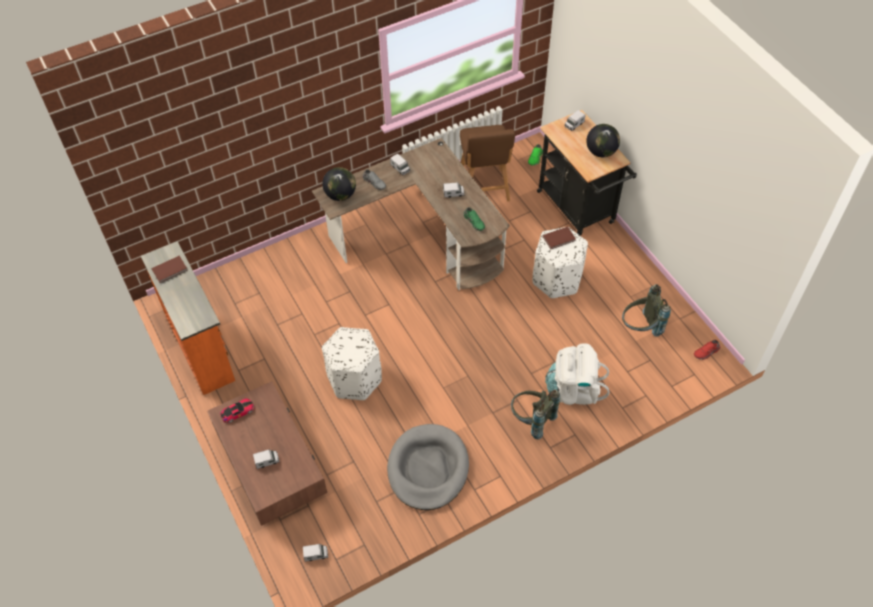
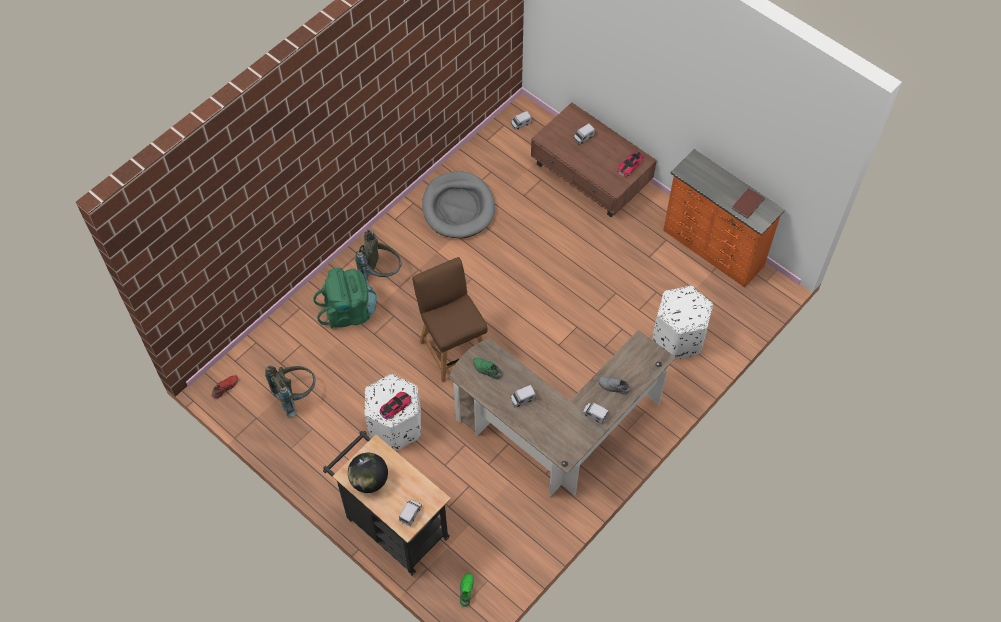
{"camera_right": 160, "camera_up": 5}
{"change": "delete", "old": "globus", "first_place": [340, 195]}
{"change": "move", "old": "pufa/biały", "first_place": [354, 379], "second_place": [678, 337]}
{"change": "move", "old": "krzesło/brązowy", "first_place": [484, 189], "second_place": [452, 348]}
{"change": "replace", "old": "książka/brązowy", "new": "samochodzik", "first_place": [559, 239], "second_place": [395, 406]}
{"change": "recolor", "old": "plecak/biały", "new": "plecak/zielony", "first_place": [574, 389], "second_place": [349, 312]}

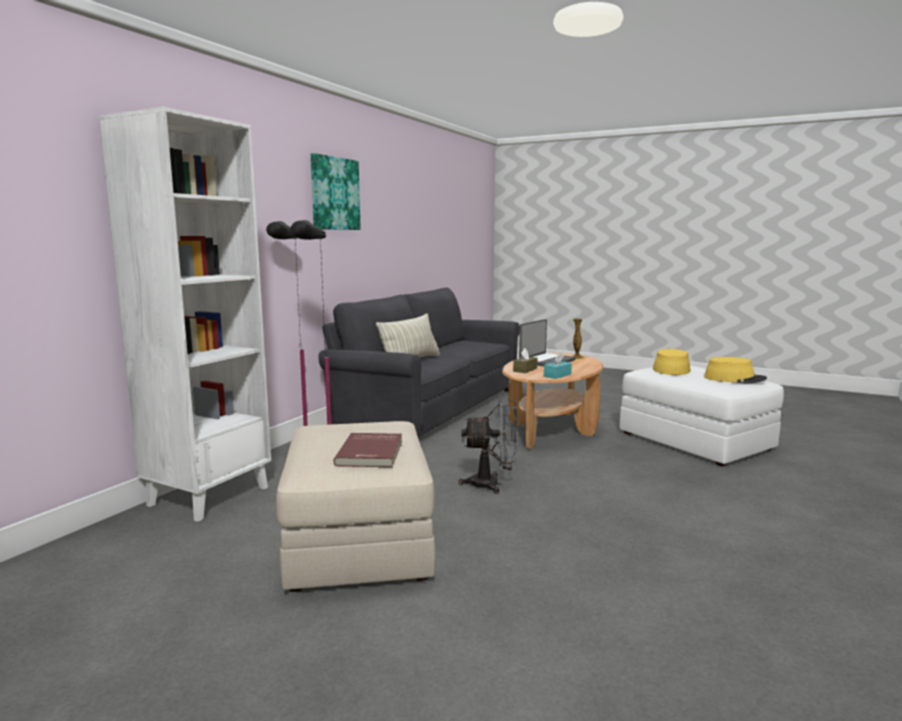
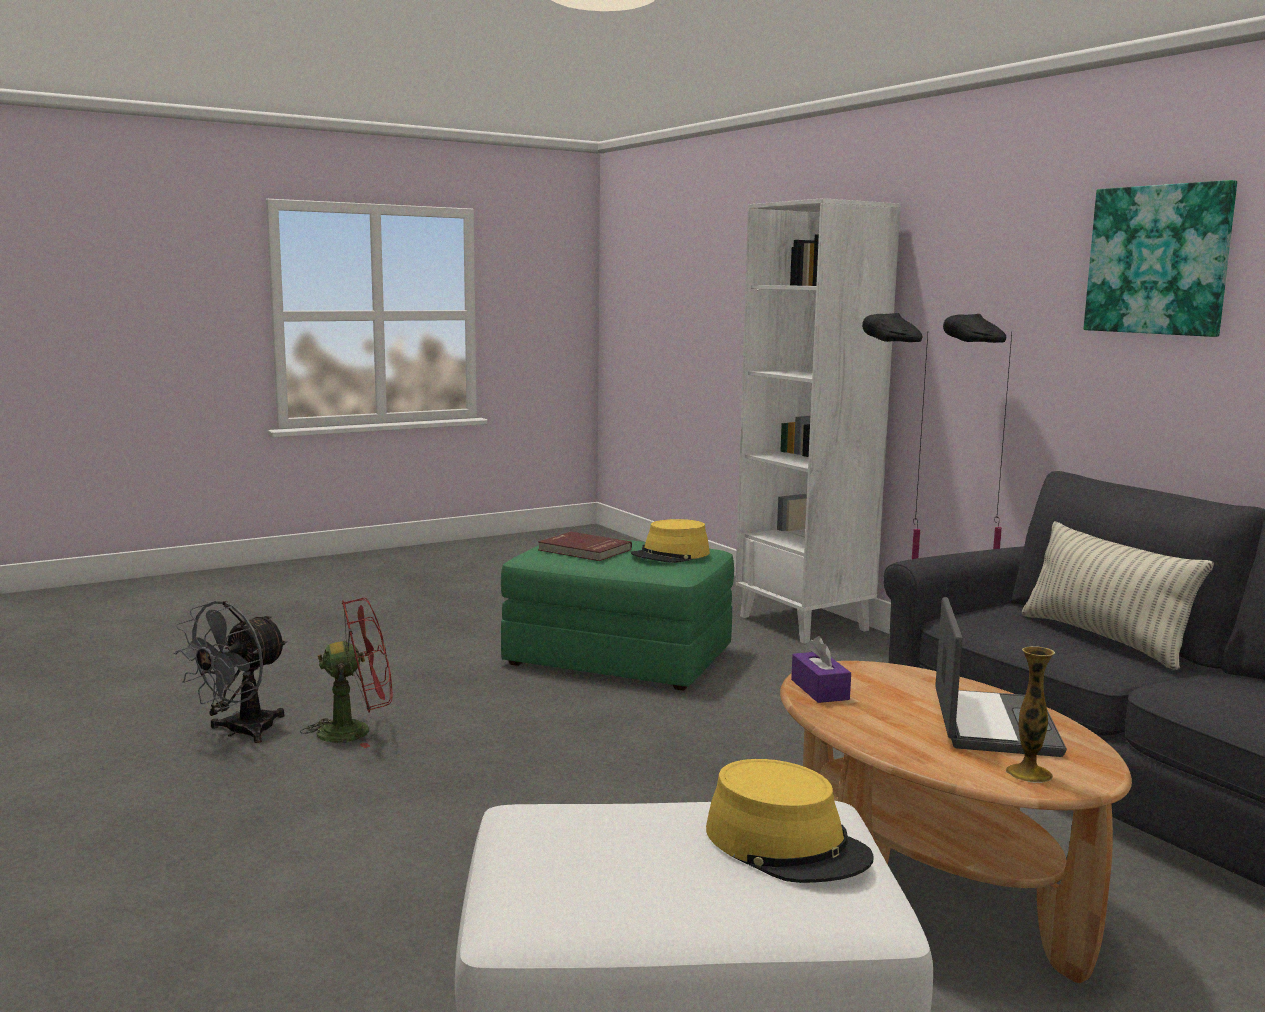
{"camera_right": 120, "camera_up": 0}
{"change": "delete", "old": "pudełko chusteczek/brązowy", "first_place": [525, 370]}
{"change": "insert", "new": "wentylator/czerwony", "second_place": [356, 731]}
{"change": "move", "old": "wentylator/szary", "first_place": [492, 484], "second_place": [240, 732]}
{"change": "move", "old": "kapelusz/żółty", "first_place": [734, 379], "second_place": [671, 555]}
{"change": "recolor", "old": "pufa/beżowy", "new": "pufa/zielony", "first_place": [358, 540], "second_place": [620, 657]}
{"change": "recolor", "old": "pudełko chusteczek/turkusowy", "new": "pudełko chusteczek/fioletowy", "first_place": [557, 375], "second_place": [819, 689]}
{"change": "rotate", "old": "laptop", "first_place": [546, 361], "second_place": [992, 724], "degrees": -150}

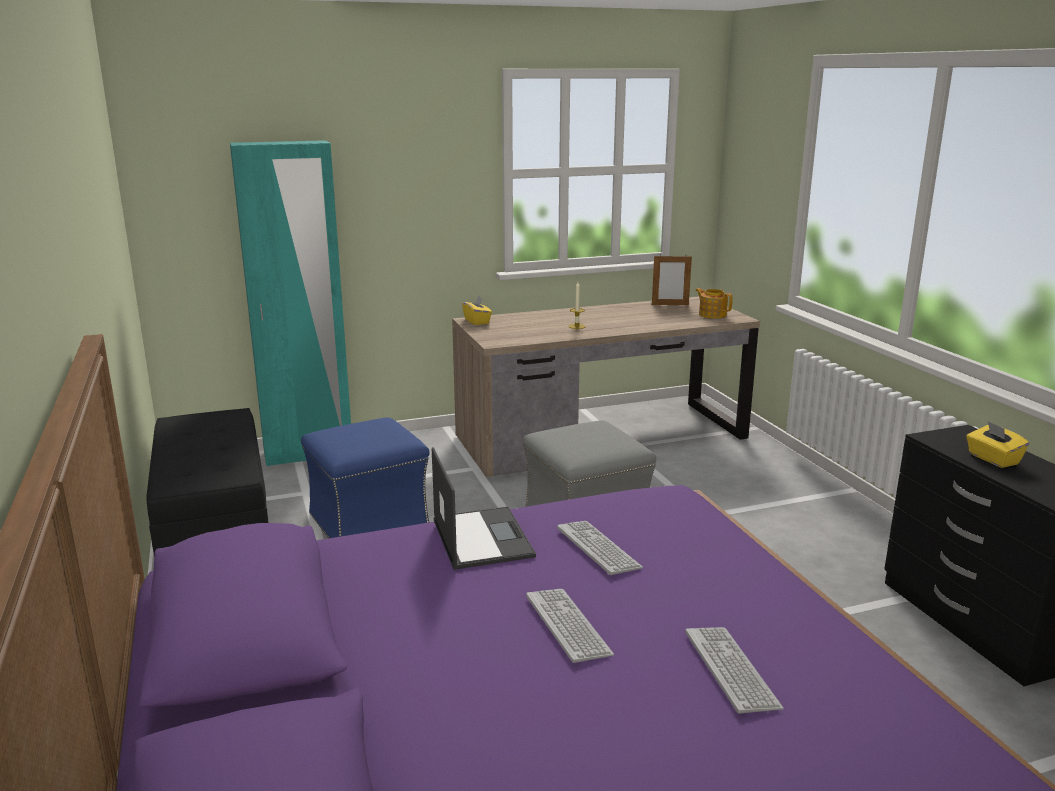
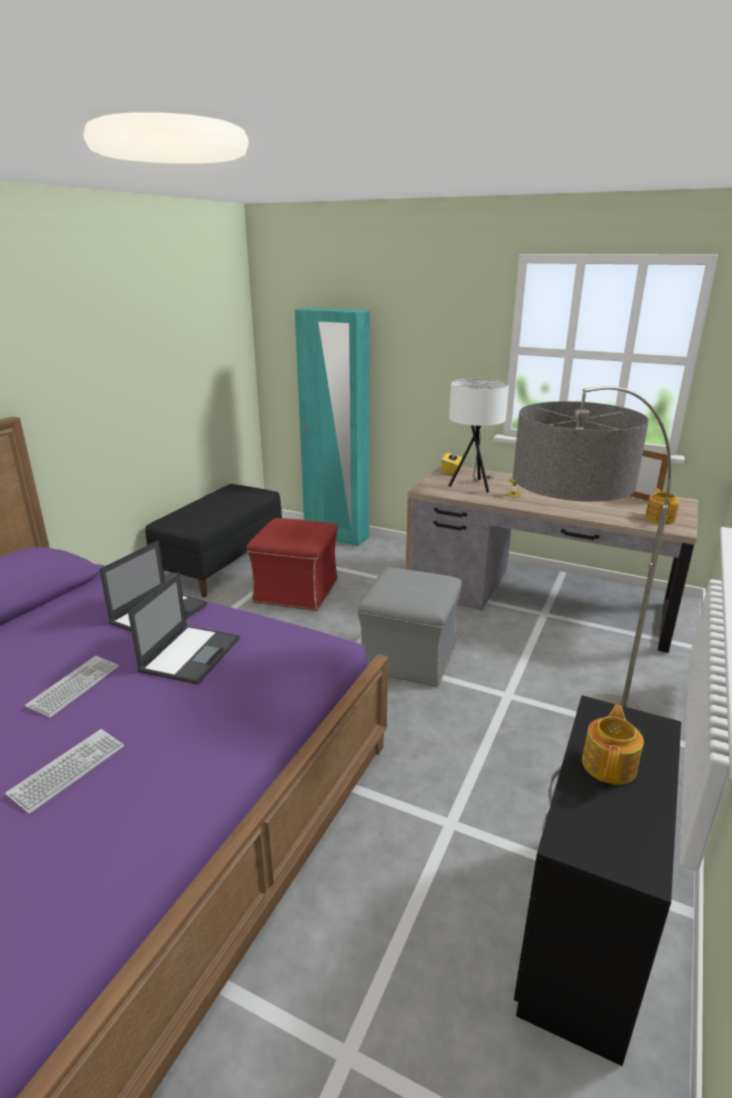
{"camera_right": 45, "camera_up": 5}
{"change": "insert", "new": "lampa stołowa/biały", "second_place": [473, 486]}
{"change": "insert", "new": "lampa stojąca", "second_place": [560, 744]}
{"change": "replace", "old": "klawiatura", "new": "laptop", "first_place": [598, 548], "second_place": [191, 654]}
{"change": "replace", "old": "pudełko chusteczek/żółty", "new": "imbryk", "first_place": [992, 459], "second_place": [609, 764]}
{"change": "recolor", "old": "pufa/niebieski", "new": "pufa/czerwony", "first_place": [370, 521], "second_place": [297, 591]}

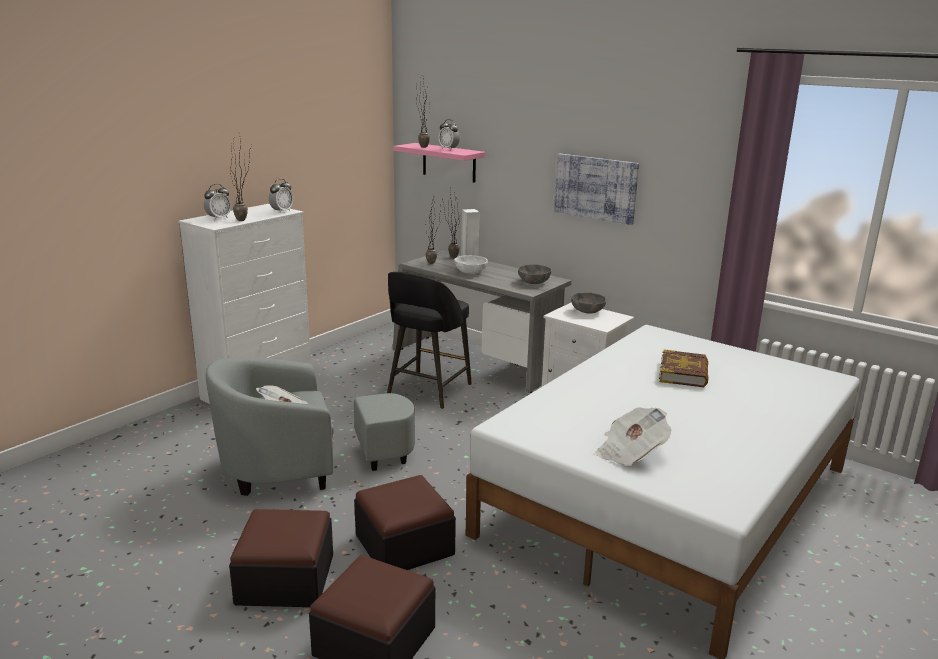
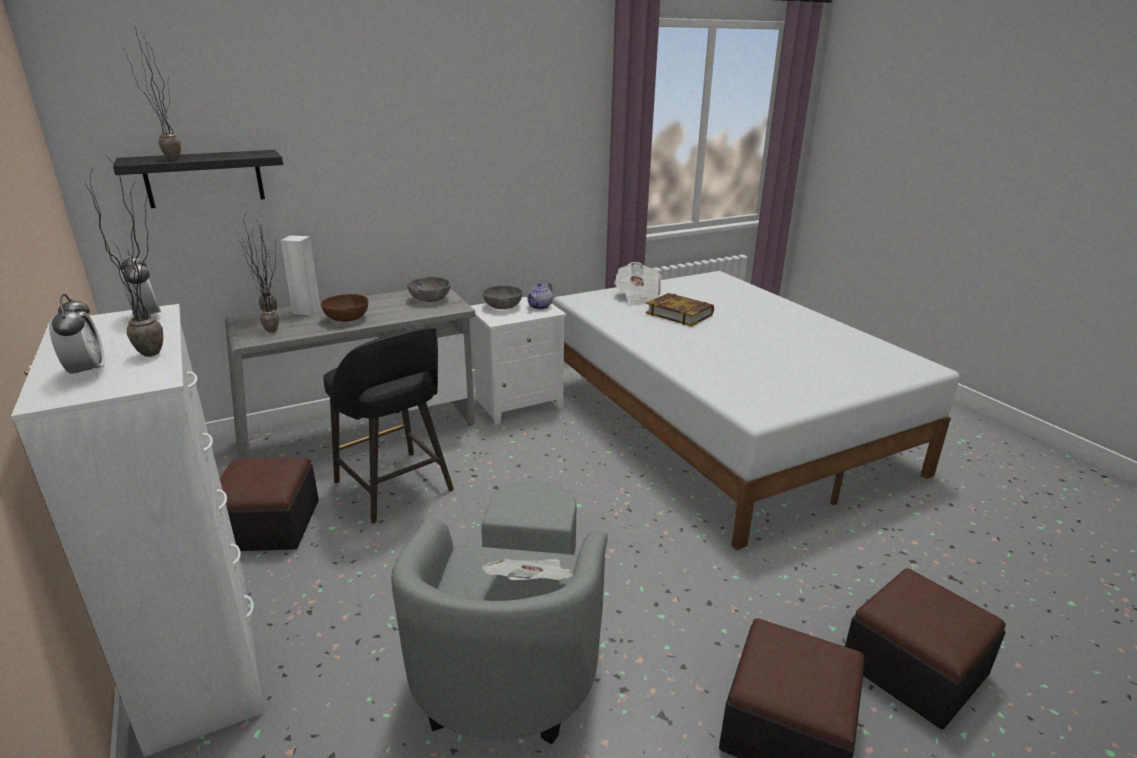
{"camera_right": -65, "camera_up": 5}
{"change": "delete", "old": "budzik", "first_place": [448, 149]}
{"change": "delete", "old": "obraz", "first_place": [595, 188]}
{"change": "insert", "new": "imbryk", "second_place": [540, 307]}
{"change": "move", "old": "pufa", "first_place": [404, 545], "second_place": [268, 525]}
{"change": "move", "old": "gazeta", "first_place": [630, 452], "second_place": [637, 297]}
{"change": "recolor", "old": "półka/różowy", "new": "półka/czarny", "first_place": [449, 162], "second_place": [204, 178]}
{"change": "recolor", "old": "miska/biały", "new": "miska/brązowy", "first_place": [470, 272], "second_place": [346, 319]}

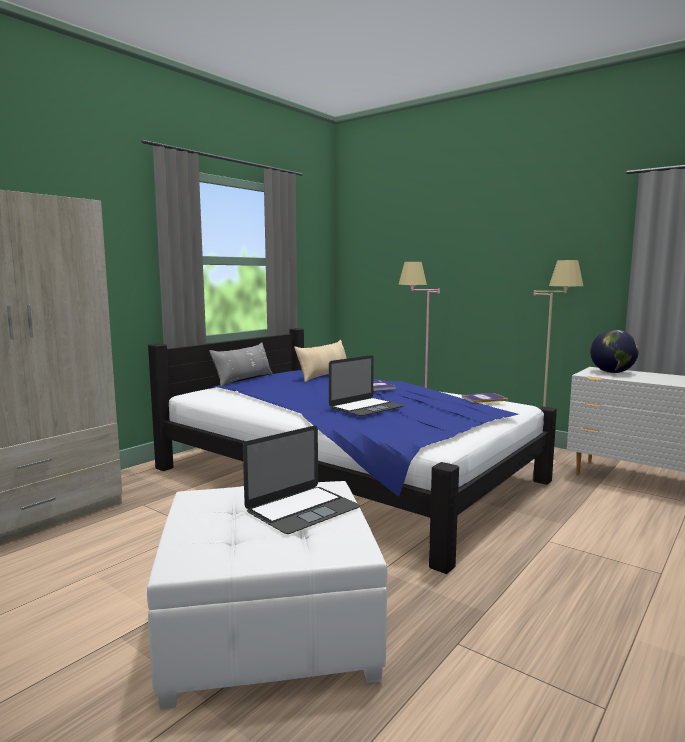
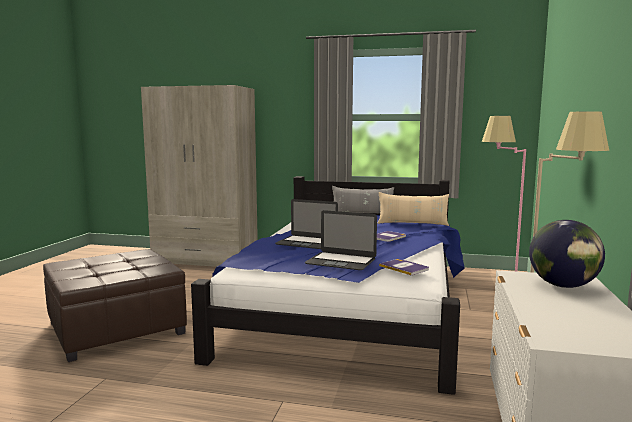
{"camera_right": 65, "camera_up": 0}
{"change": "move", "old": "laptop", "first_place": [302, 509], "second_place": [341, 261]}
{"change": "recolor", "old": "pufa/biały", "new": "pufa/brązowy", "first_place": [270, 628], "second_place": [115, 328]}

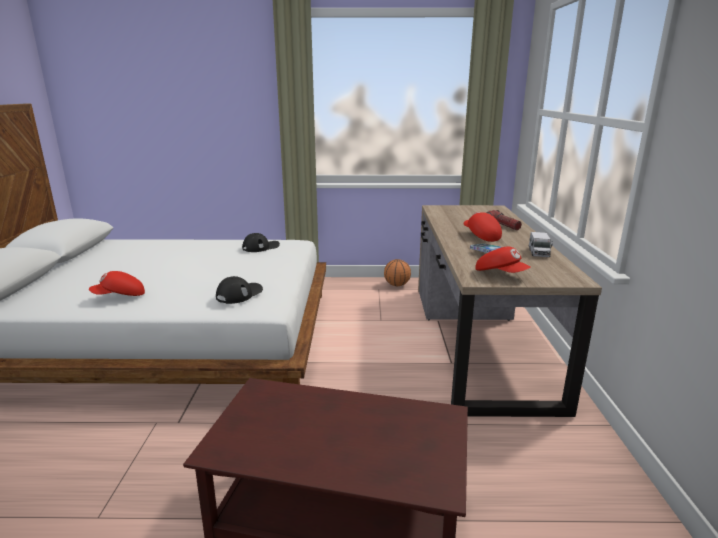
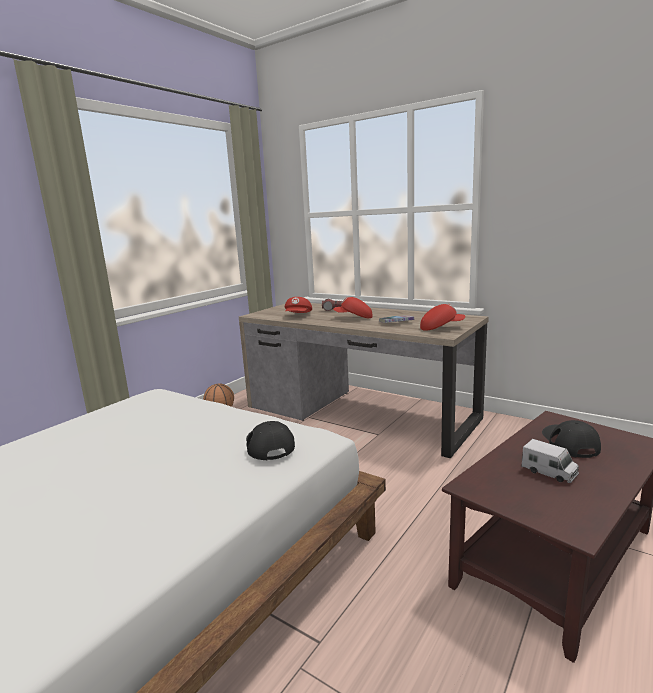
{"camera_right": -55, "camera_up": -5}
{"change": "move", "old": "czapka z daszkiem/czerwony", "first_place": [120, 296], "second_place": [298, 316]}
{"change": "move", "old": "czapka z daszkiem/czarny", "first_place": [261, 247], "second_place": [569, 442]}
{"change": "move", "old": "ciężarówka zabawkowa", "first_place": [538, 253], "second_place": [549, 472]}

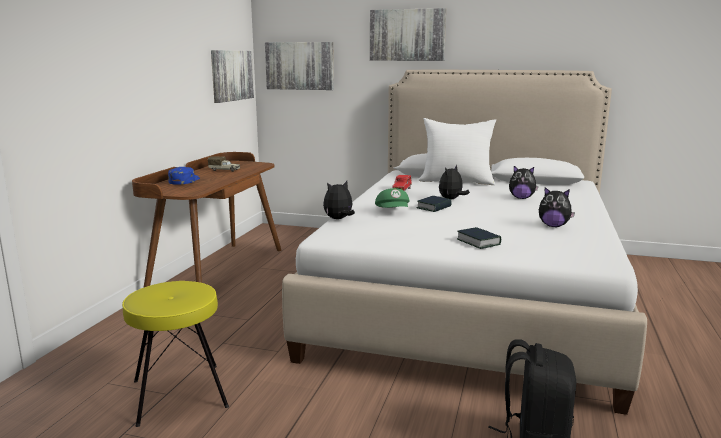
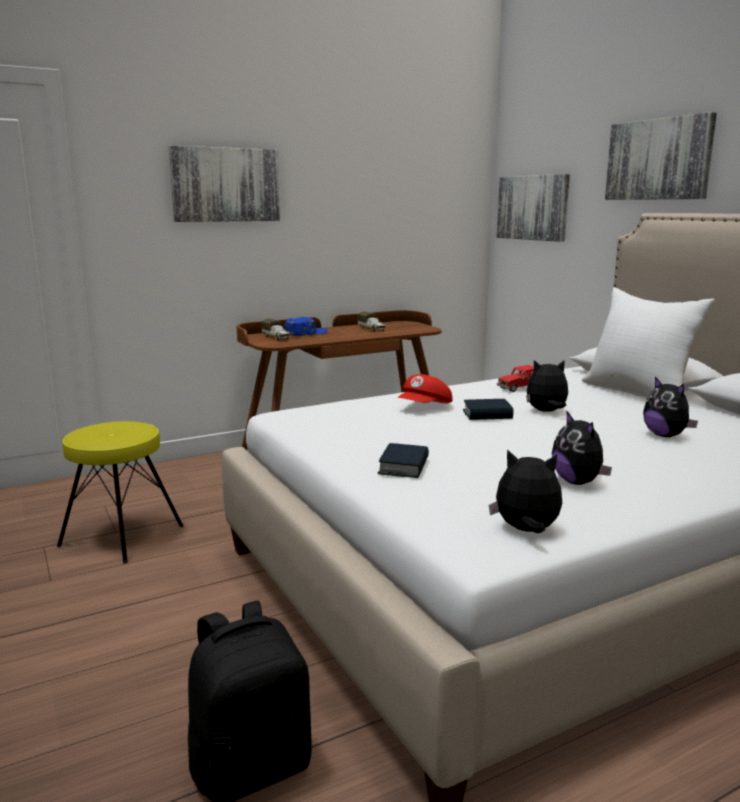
{"camera_right": 45, "camera_up": 0}
{"change": "insert", "new": "ciężarówka zabawkowa", "second_place": [276, 337]}
{"change": "move", "old": "obraz", "first_place": [231, 75], "second_place": [225, 185]}
{"change": "move", "old": "pluszak", "first_place": [339, 219], "second_place": [526, 531]}
{"change": "recolor", "old": "czapka z daszkiem/zielony", "new": "czapka z daszkiem/czerwony", "first_place": [393, 212], "second_place": [425, 408]}

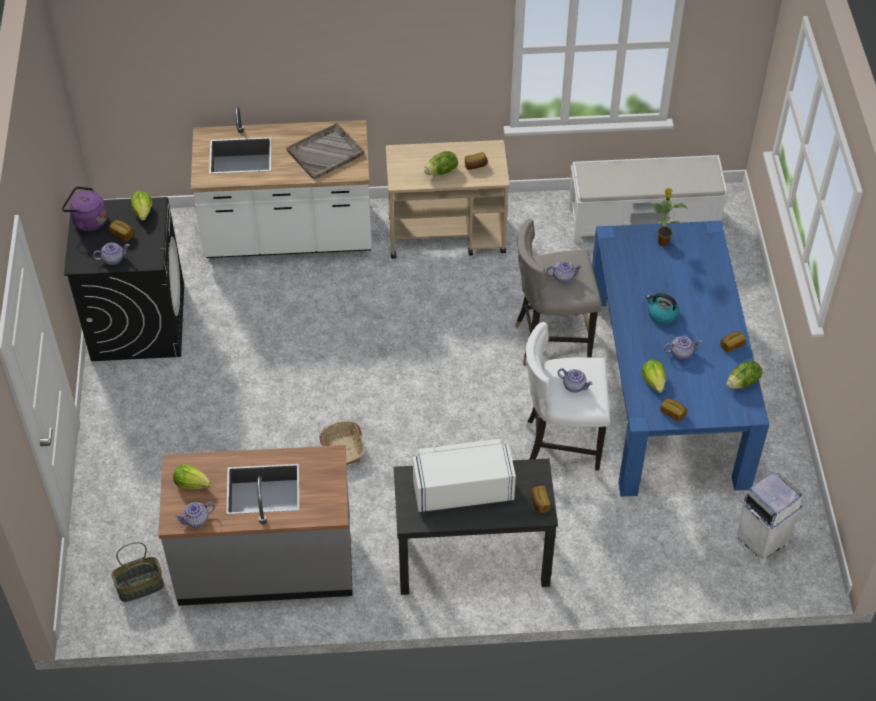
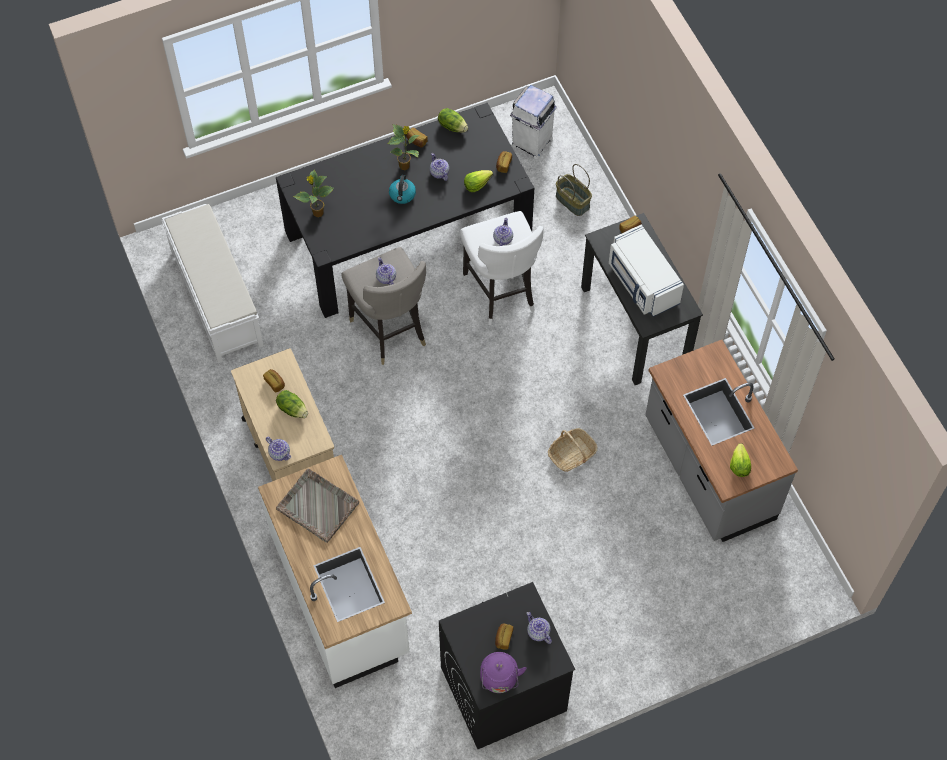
{"camera_right": -110, "camera_up": 10}
{"change": "delete", "old": "sałata", "first_place": [143, 211]}
{"change": "insert", "new": "roślina doniczkowa", "second_place": [405, 166]}
{"change": "move", "old": "koszyk", "first_place": [140, 587], "second_place": [573, 201]}
{"change": "move", "old": "imbryk", "first_place": [196, 520], "second_place": [280, 453]}
{"change": "recolor", "old": "stół jadalny/niebieski", "new": "stół jadalny/czarny", "first_place": [666, 388], "second_place": [408, 236]}

